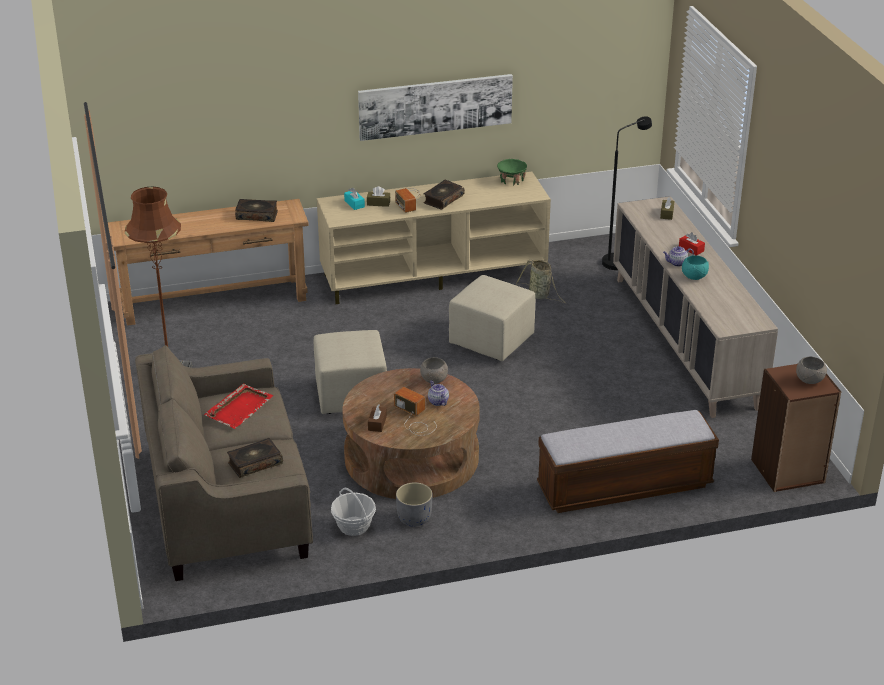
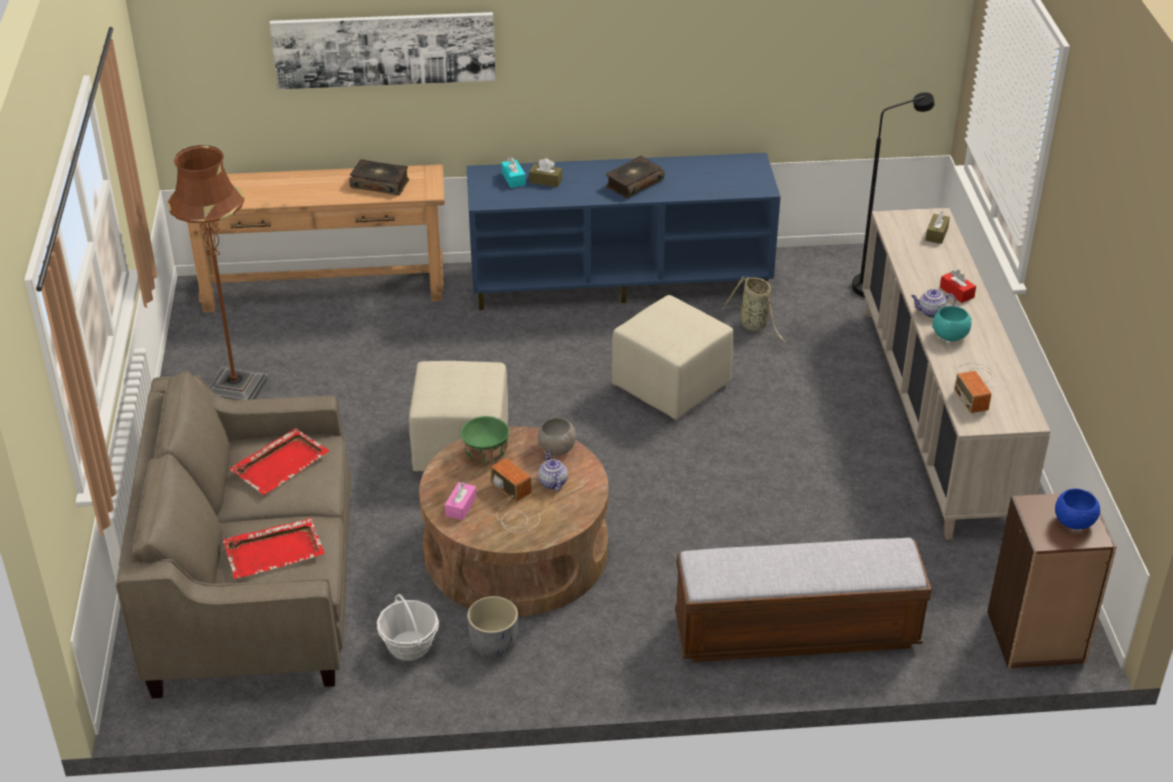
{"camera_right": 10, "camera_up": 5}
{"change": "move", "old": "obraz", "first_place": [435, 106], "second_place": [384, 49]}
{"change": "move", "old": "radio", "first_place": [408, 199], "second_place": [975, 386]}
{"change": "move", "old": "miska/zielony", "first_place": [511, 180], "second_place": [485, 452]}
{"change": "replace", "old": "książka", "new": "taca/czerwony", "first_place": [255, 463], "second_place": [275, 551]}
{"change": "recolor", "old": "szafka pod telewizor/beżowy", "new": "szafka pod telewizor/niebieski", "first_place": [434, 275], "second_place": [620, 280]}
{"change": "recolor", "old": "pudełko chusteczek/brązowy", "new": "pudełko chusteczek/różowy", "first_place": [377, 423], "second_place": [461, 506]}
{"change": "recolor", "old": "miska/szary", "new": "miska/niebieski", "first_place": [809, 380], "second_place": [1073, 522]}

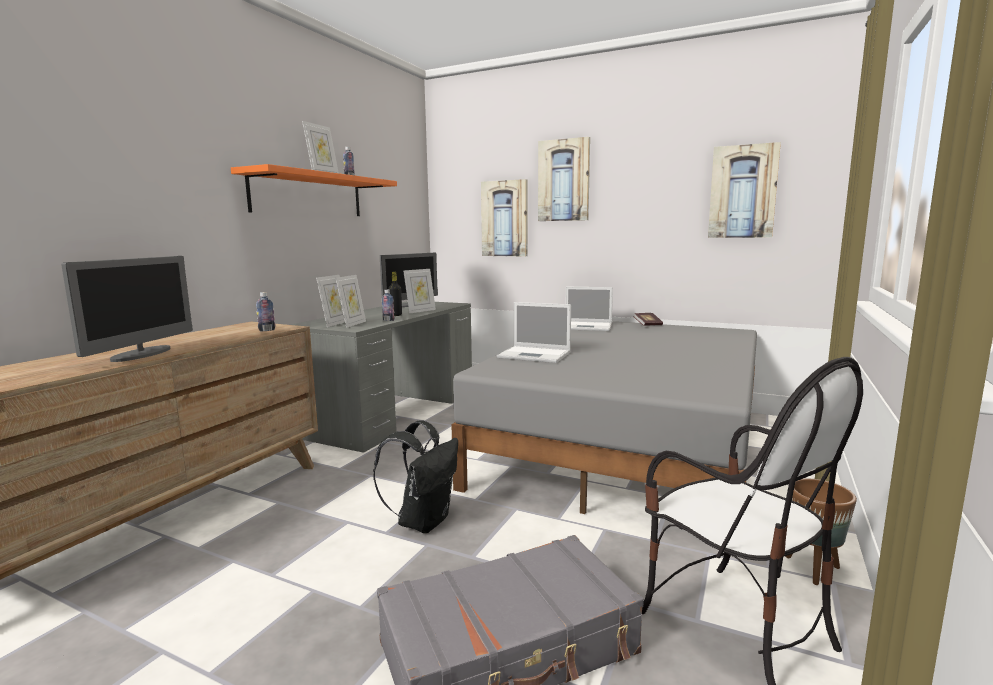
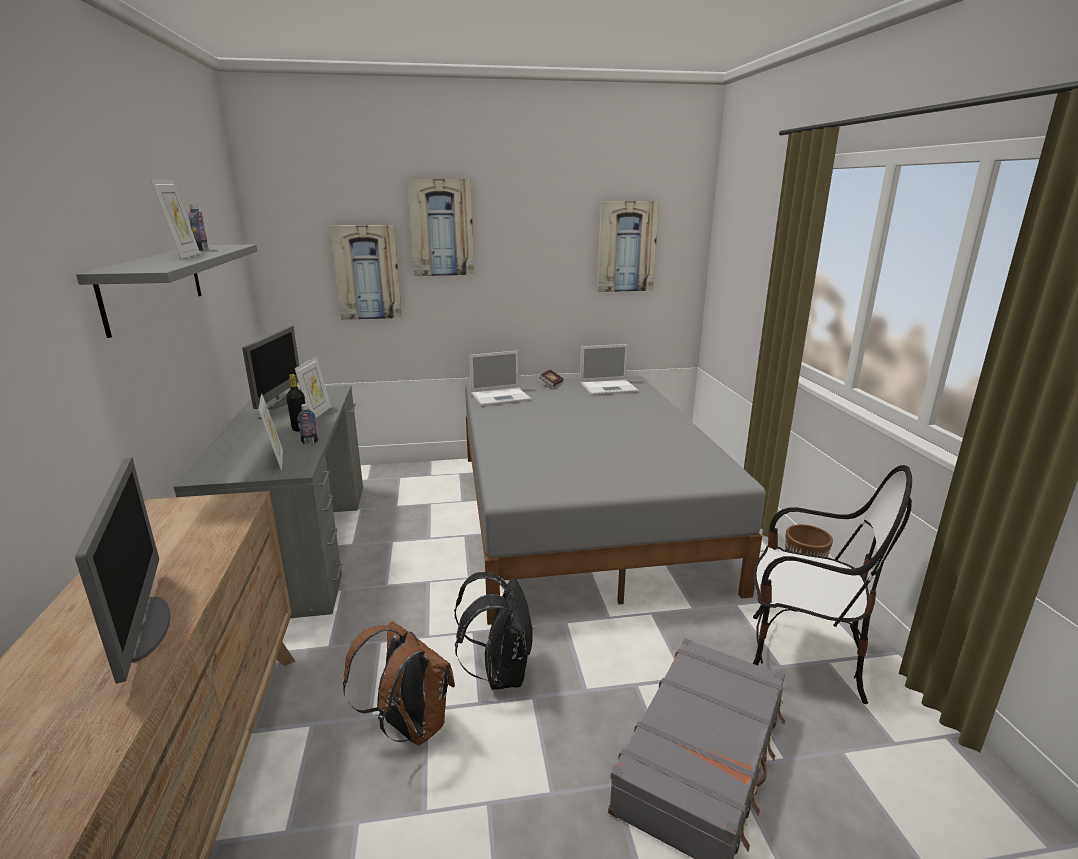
{"camera_right": -35, "camera_up": 10}
{"change": "delete", "old": "butelka", "first_place": [267, 330]}
{"change": "delete", "old": "ramka na zdjęcie", "first_place": [334, 324]}
{"change": "insert", "new": "plecak/brązowy", "second_place": [408, 727]}
{"change": "move", "old": "laptop", "first_place": [535, 355], "second_place": [609, 387]}
{"change": "recolor", "old": "półka/pomarańczowy", "new": "półka/szary", "first_place": [308, 195], "second_place": [154, 285]}

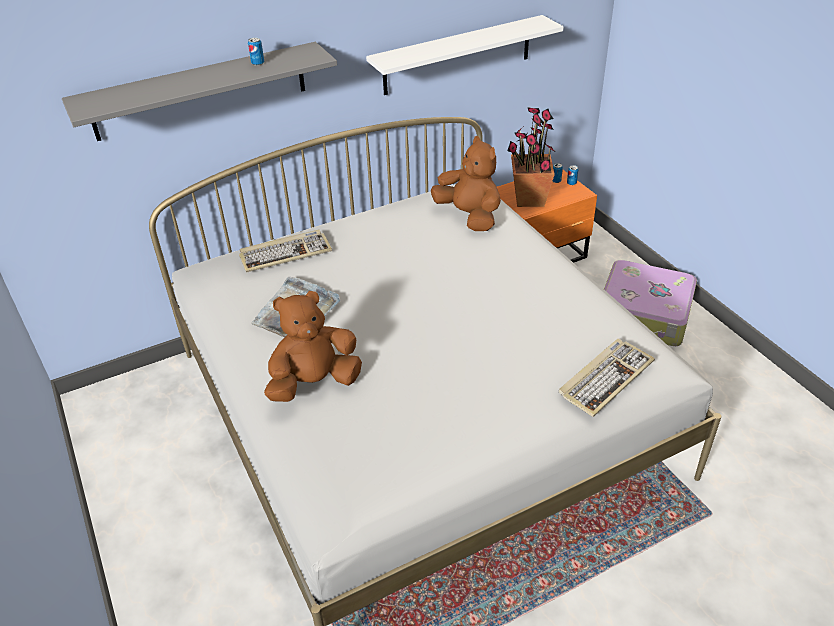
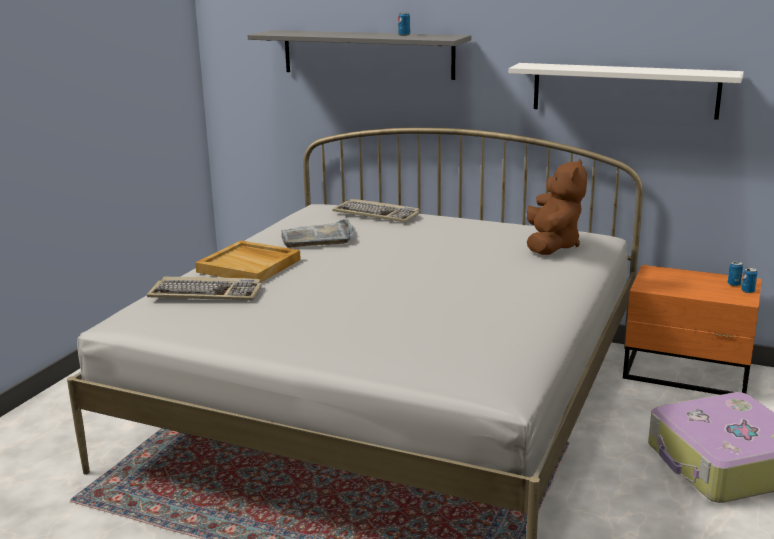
{"camera_right": 50, "camera_up": -20}
{"change": "delete", "old": "roślina doniczkowa", "first_place": [529, 199]}
{"change": "move", "old": "klawiatura", "first_place": [605, 378], "second_place": [207, 293]}
{"change": "replace", "old": "pluszak/brązowy", "new": "taca/beżowy", "first_place": [314, 383], "second_place": [250, 265]}

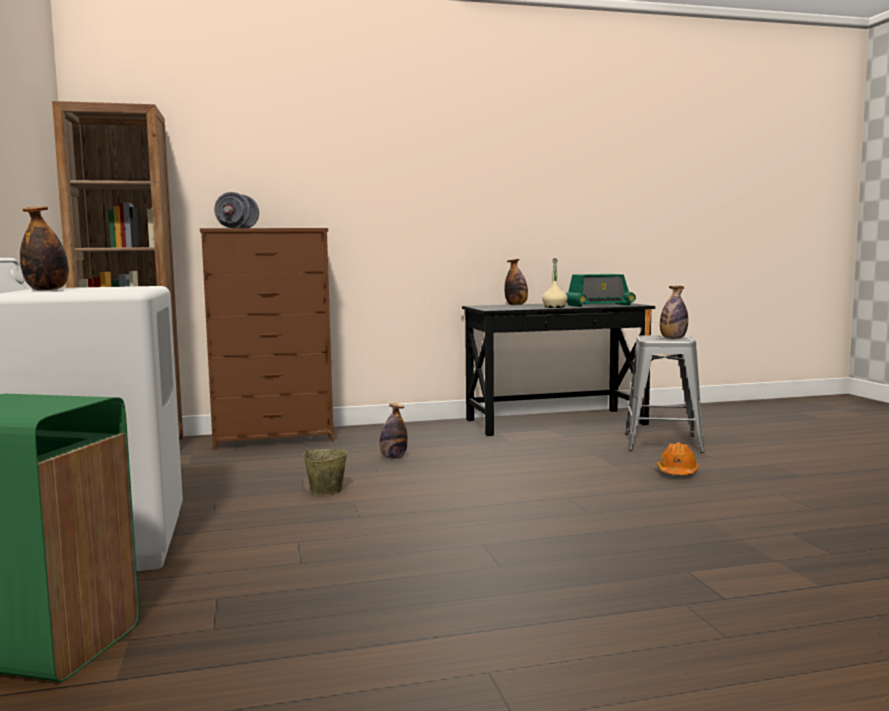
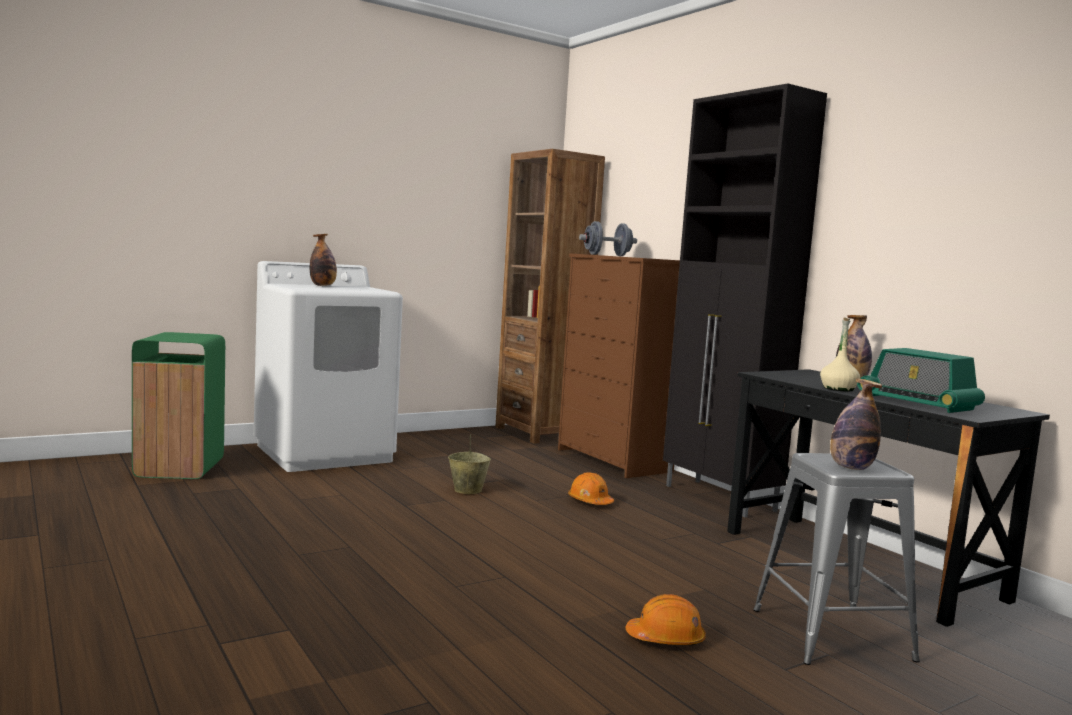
{"camera_right": 70, "camera_up": 0}
{"change": "insert", "new": "szafka/czarny", "second_place": [720, 498]}
{"change": "replace", "old": "butelka", "new": "kask/pomarańczowy", "first_place": [393, 458], "second_place": [590, 501]}

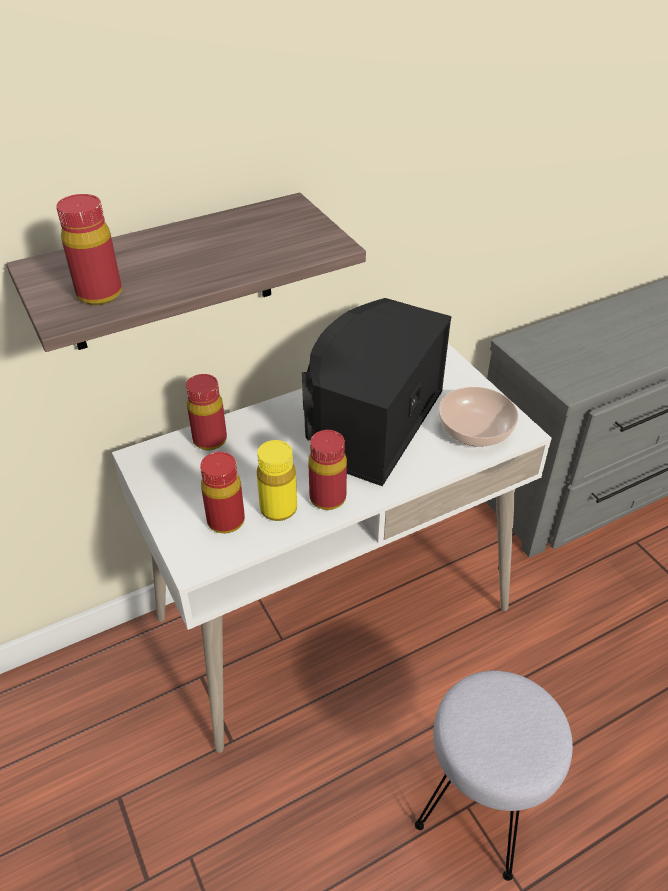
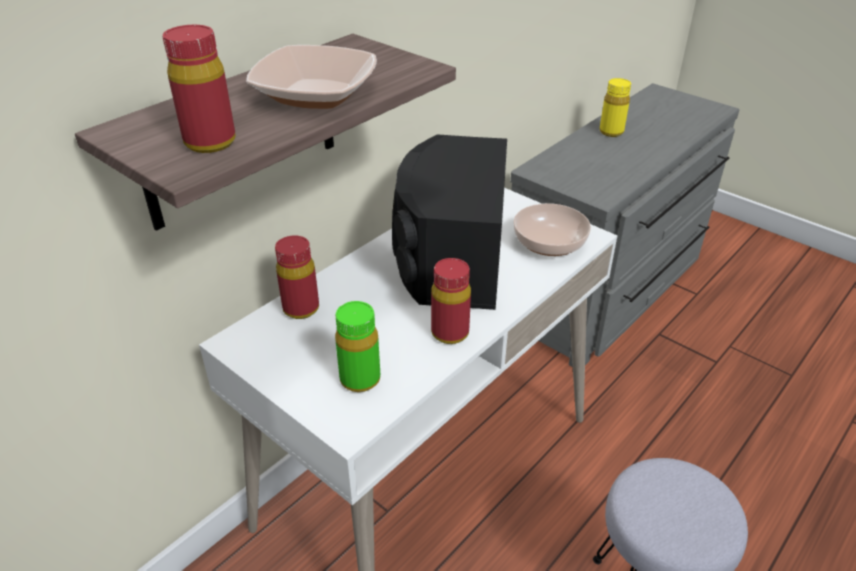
{"camera_right": -20, "camera_up": -5}
{"change": "insert", "new": "miska", "second_place": [315, 94]}
{"change": "move", "old": "butelka/żółty", "first_place": [278, 509], "second_place": [611, 132]}
{"change": "recolor", "old": "butelka/czerwony", "new": "butelka/zielony", "first_place": [226, 521], "second_place": [360, 379]}

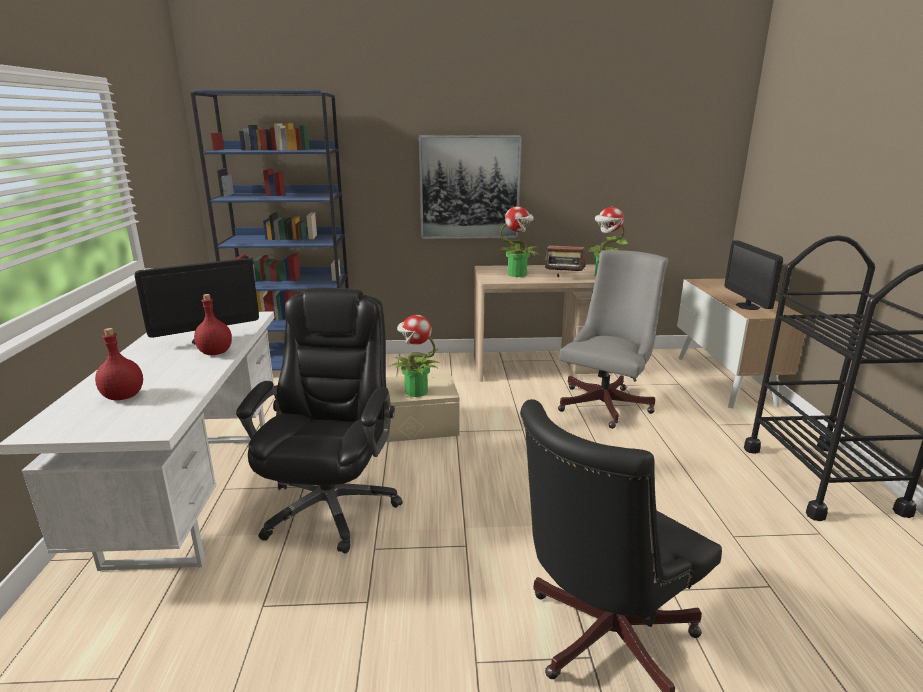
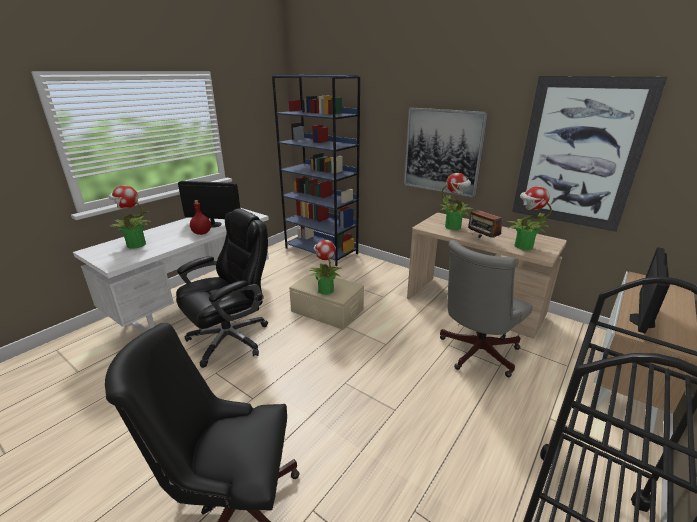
{"camera_right": 40, "camera_up": 5}
{"change": "insert", "new": "obraz", "second_place": [578, 154]}
{"change": "replace", "old": "butelka/czerwony", "new": "roślina doniczkowa", "first_place": [124, 396], "second_place": [135, 245]}
{"change": "rotate", "old": "krzesło biurowe/szary", "first_place": [607, 403], "second_place": [475, 353], "degrees": 150}

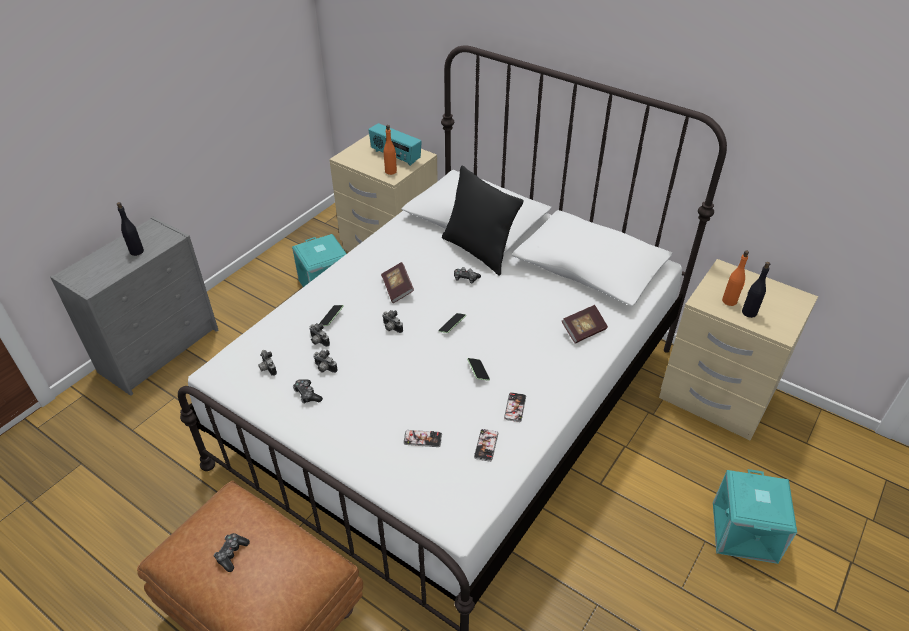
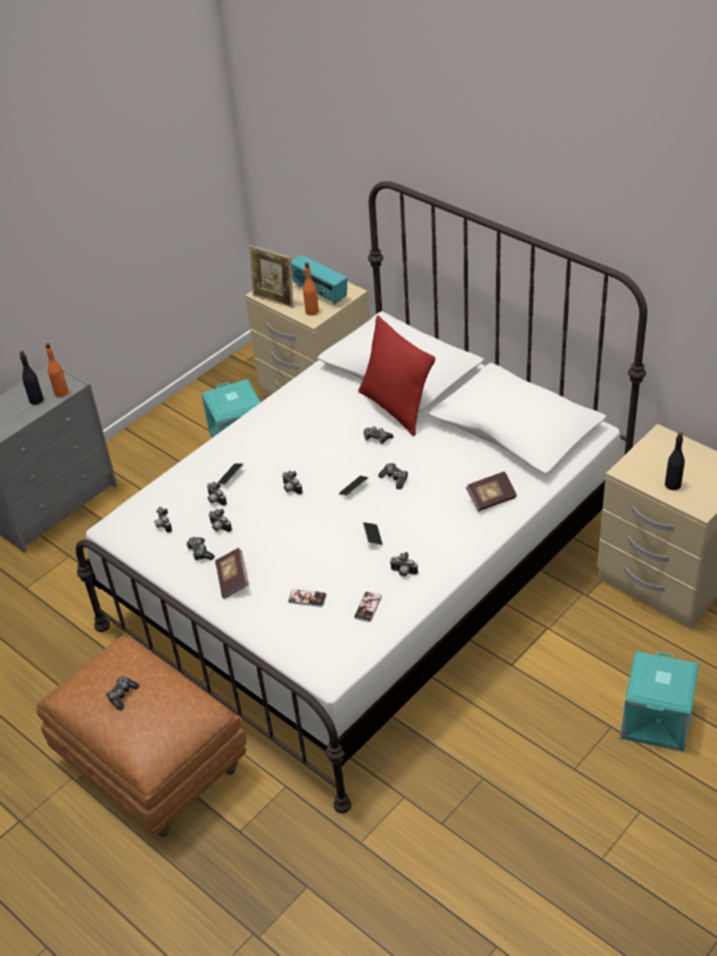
{"camera_right": 10, "camera_up": 0}
{"change": "insert", "new": "ramka na zdjęcie", "second_place": [274, 300]}
{"change": "insert", "new": "pad do gier", "second_place": [394, 479]}
{"change": "move", "old": "książka", "first_place": [397, 289], "second_place": [232, 580]}
{"change": "move", "old": "butelka/pomarańczowy", "first_place": [729, 301], "second_place": [61, 392]}
{"change": "replace", "old": "telefon", "new": "aparat fotograficzny", "first_place": [515, 407], "second_place": [403, 573]}
{"change": "recolor", "old": "poduszka/czarny", "new": "poduszka/czerwony", "first_place": [478, 251], "second_place": [395, 408]}

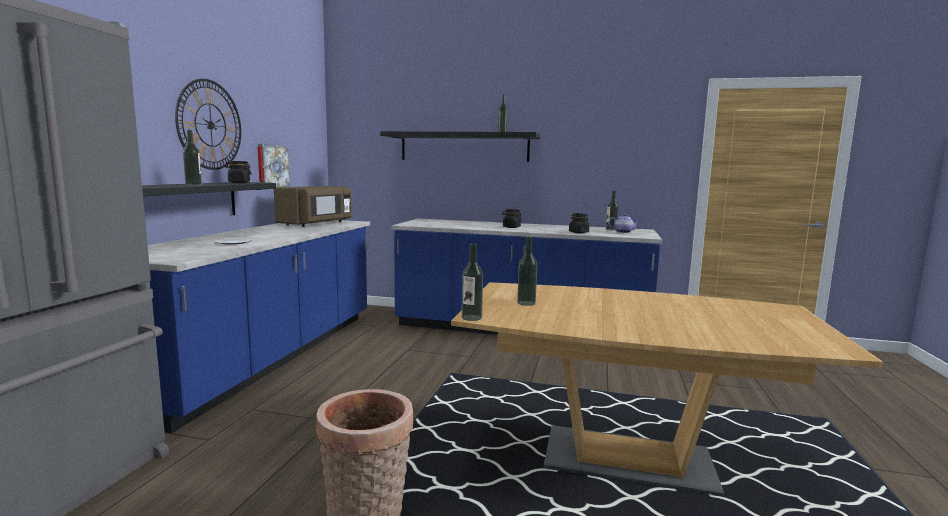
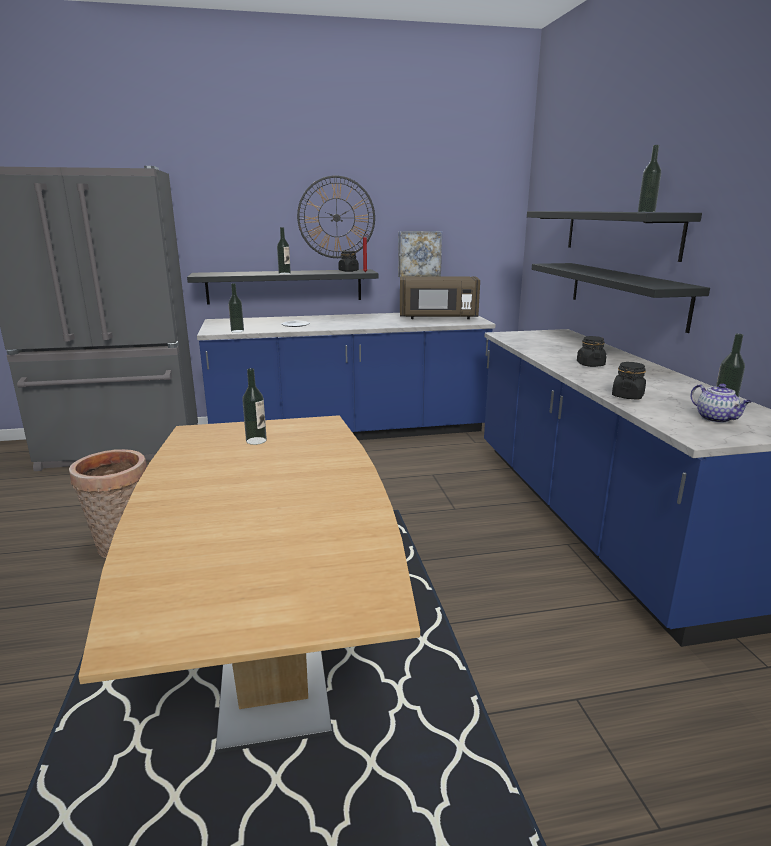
{"camera_right": 65, "camera_up": 10}
{"change": "insert", "new": "półka/czarny", "second_place": [625, 293]}
{"change": "move", "old": "butelka", "first_place": [471, 318], "second_place": [237, 331]}

